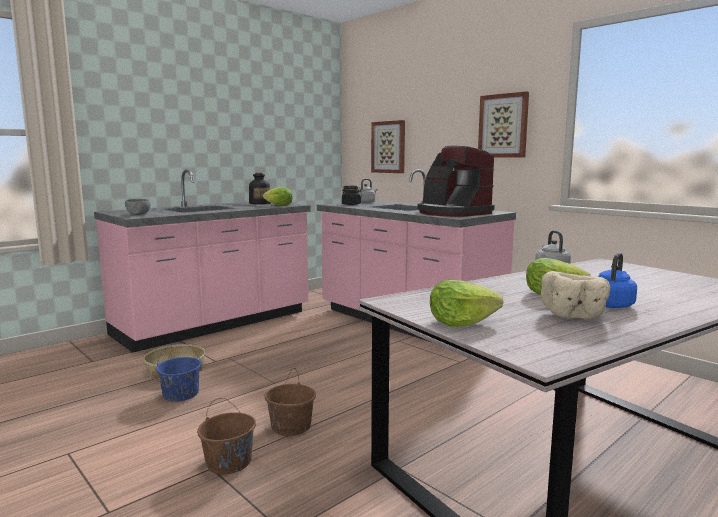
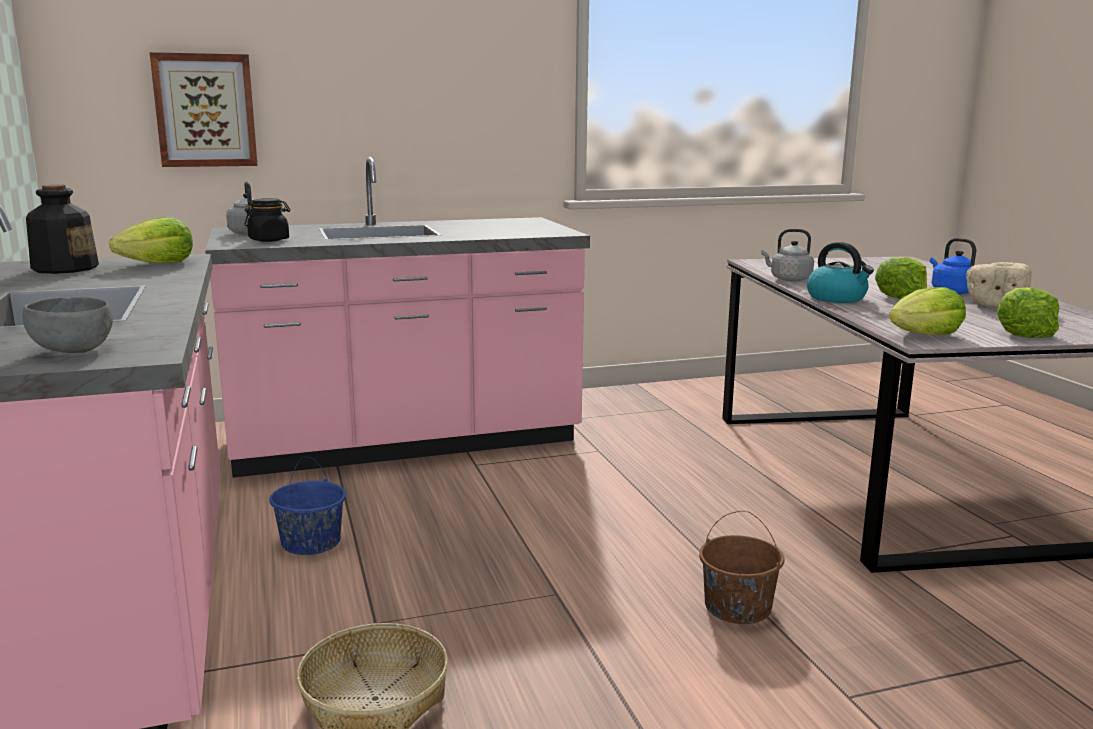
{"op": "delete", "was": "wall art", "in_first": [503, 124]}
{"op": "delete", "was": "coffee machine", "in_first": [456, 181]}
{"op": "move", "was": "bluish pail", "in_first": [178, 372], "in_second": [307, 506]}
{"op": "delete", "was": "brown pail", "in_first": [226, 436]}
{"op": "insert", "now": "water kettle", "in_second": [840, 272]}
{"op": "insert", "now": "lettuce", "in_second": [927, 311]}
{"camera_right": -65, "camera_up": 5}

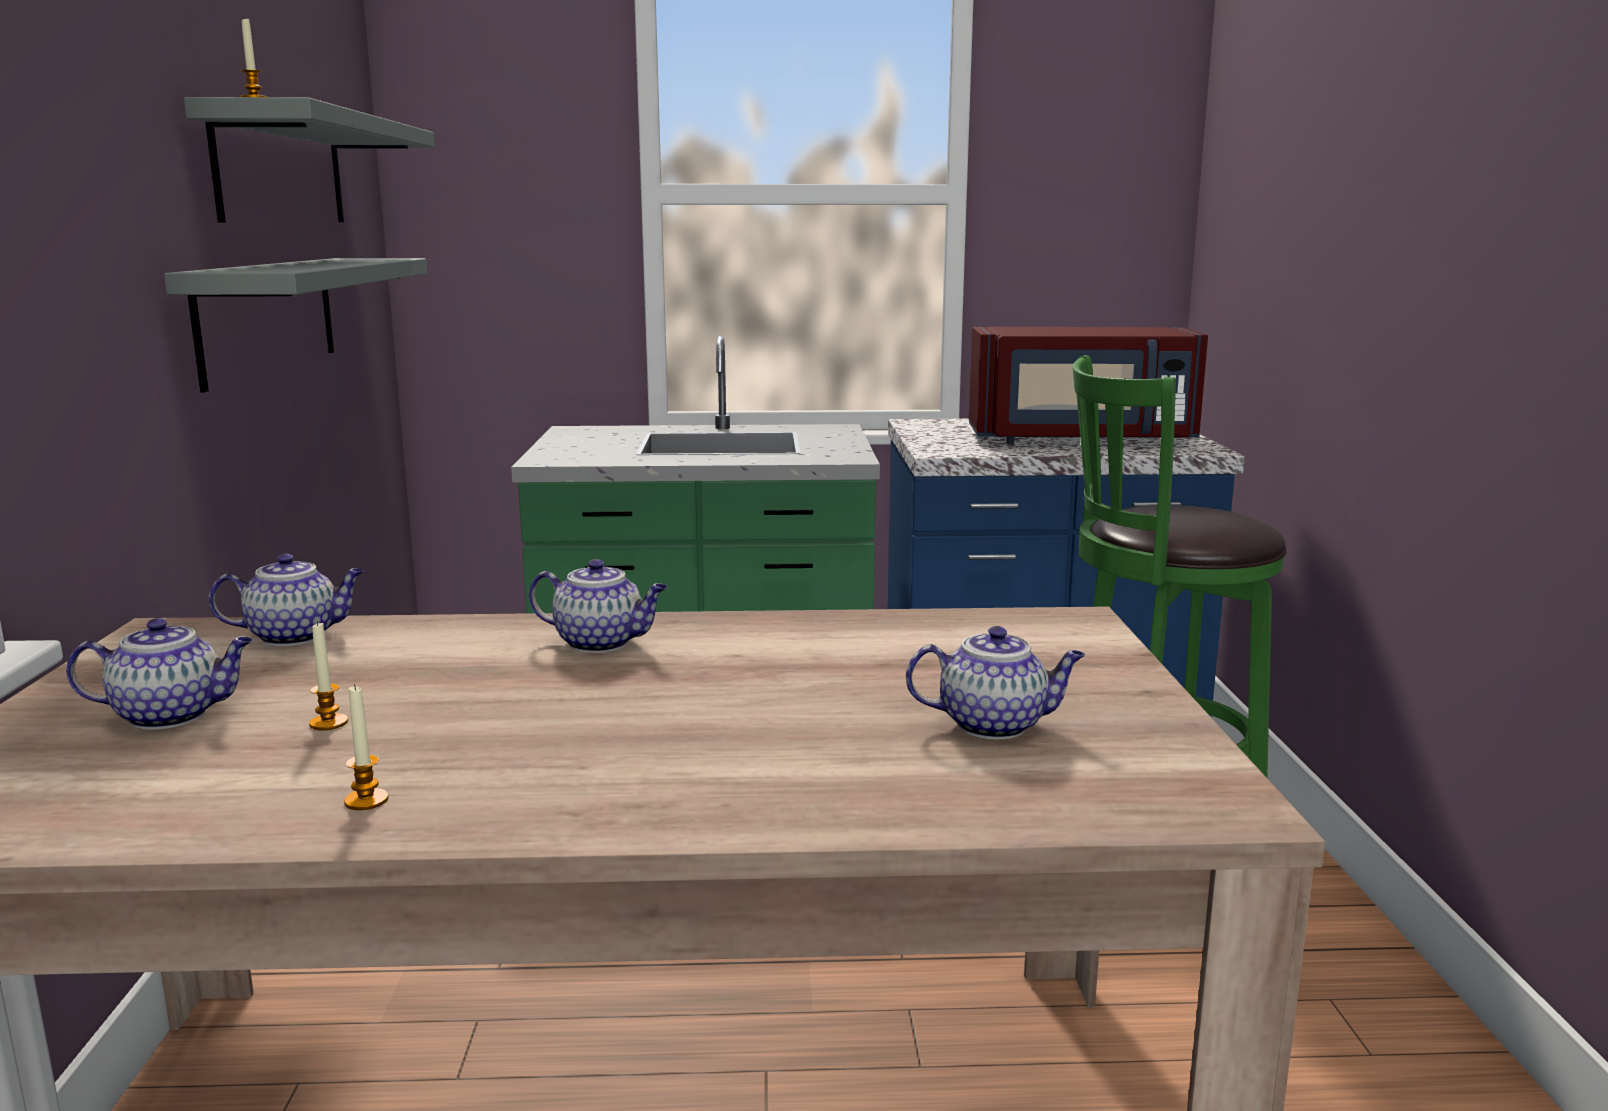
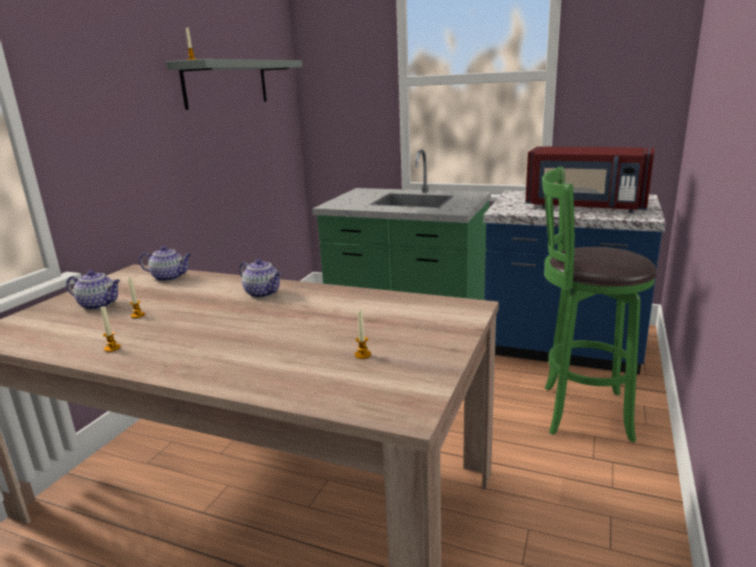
{"op": "delete", "was": "grey shelf", "in_first": [295, 325]}
{"op": "replace", "was": "teapot", "now": "candle", "in_first": [995, 682], "in_second": [363, 334]}
{"camera_right": 25, "camera_up": 5}

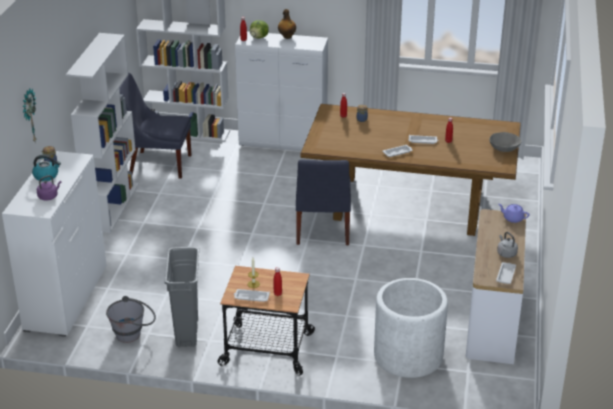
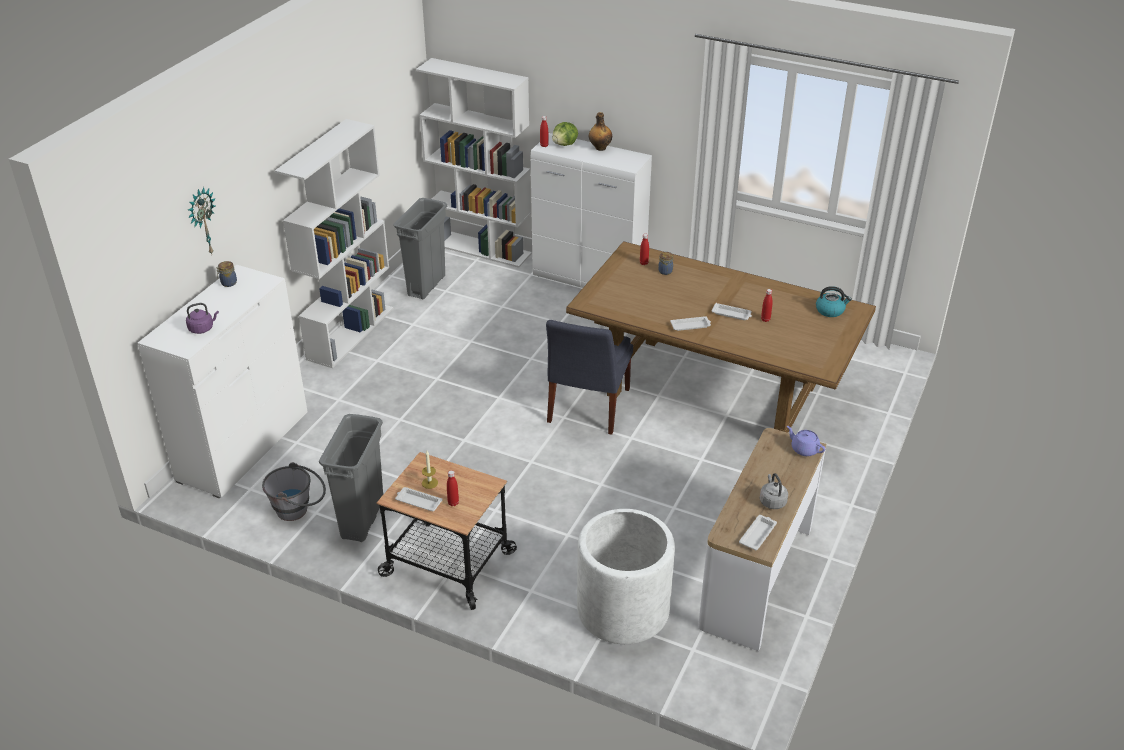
{"op": "replace", "was": "bluish upright chair", "now": "grey waste bin", "in_first": [155, 125], "in_second": [420, 248]}
{"op": "delete", "was": "grey deep dish", "in_first": [506, 142]}
{"op": "move", "was": "water kettle", "in_first": [46, 168], "in_second": [834, 301]}
{"camera_right": 15, "camera_up": 5}

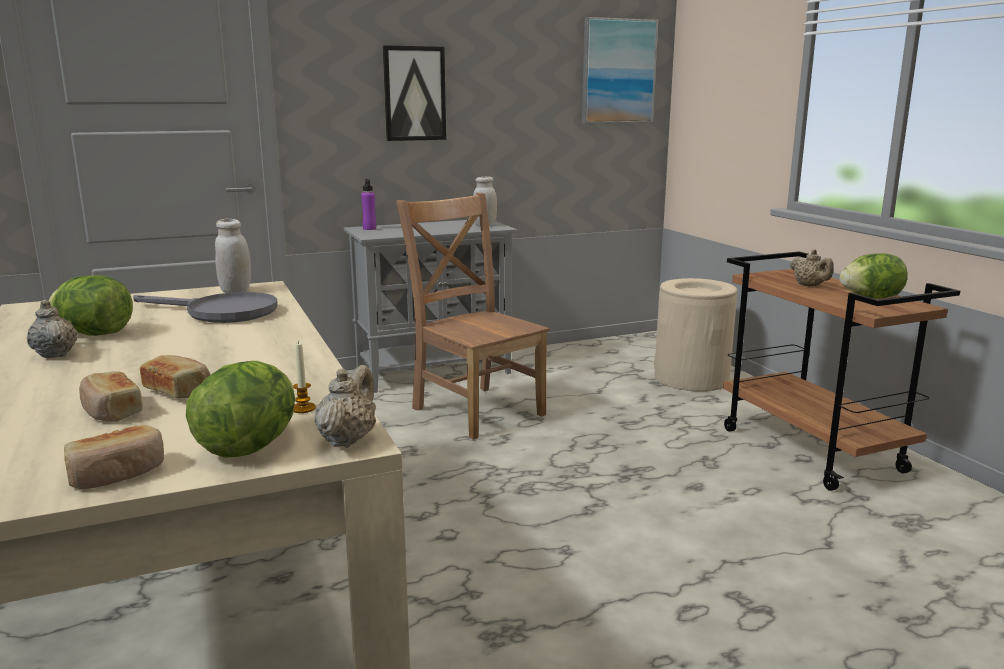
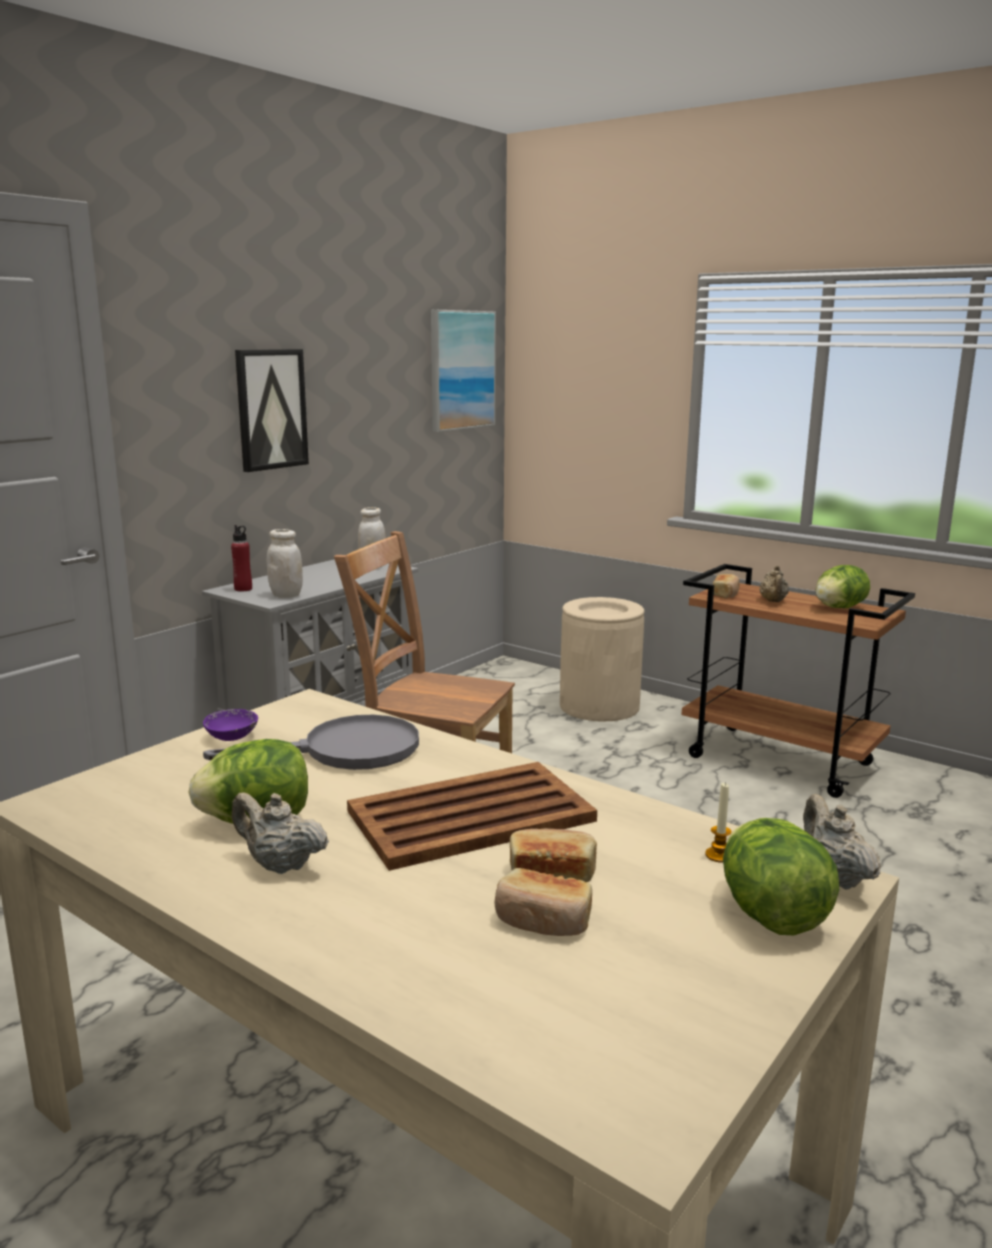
{"op": "recolor", "was": "purple drink bottle", "now": "red drink bottle", "in_first": [368, 204], "in_second": [241, 558]}
{"op": "move", "was": "white-coloured jar", "in_first": [233, 256], "in_second": [285, 563]}
{"op": "rotate", "was": "sand-coloured teapot", "in_first": [812, 267], "in_second": [774, 584], "clockwise": 60}
{"op": "move", "was": "bakery bread", "in_first": [114, 457], "in_second": [726, 586]}
{"op": "insert", "now": "purple deep dish", "in_second": [230, 725]}
{"op": "insert", "now": "brown tray", "in_second": [472, 816]}
{"camera_right": -30, "camera_up": 0}

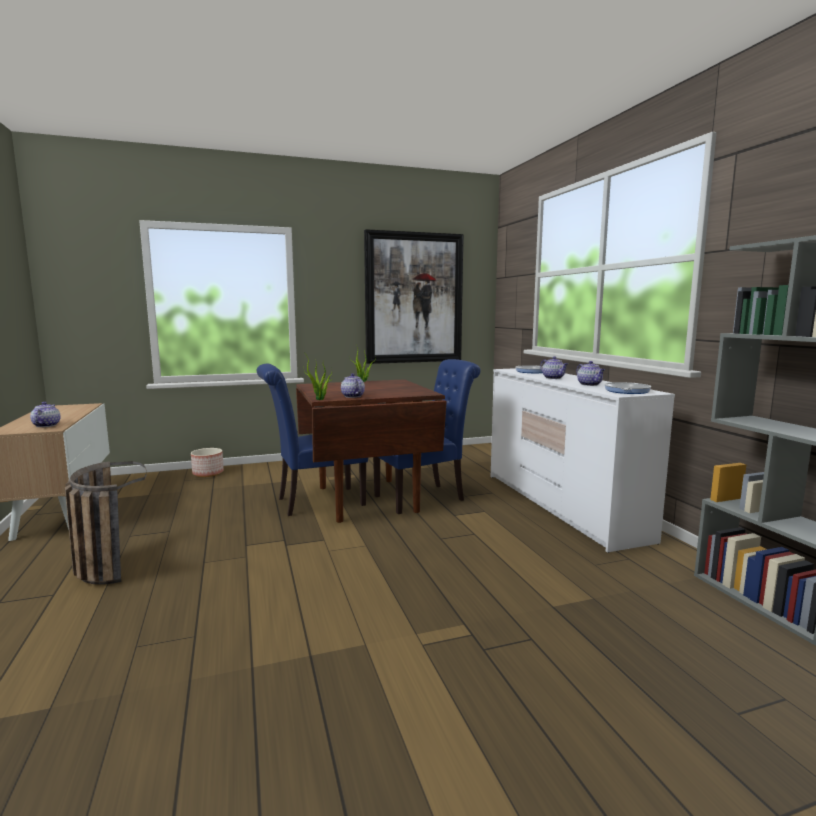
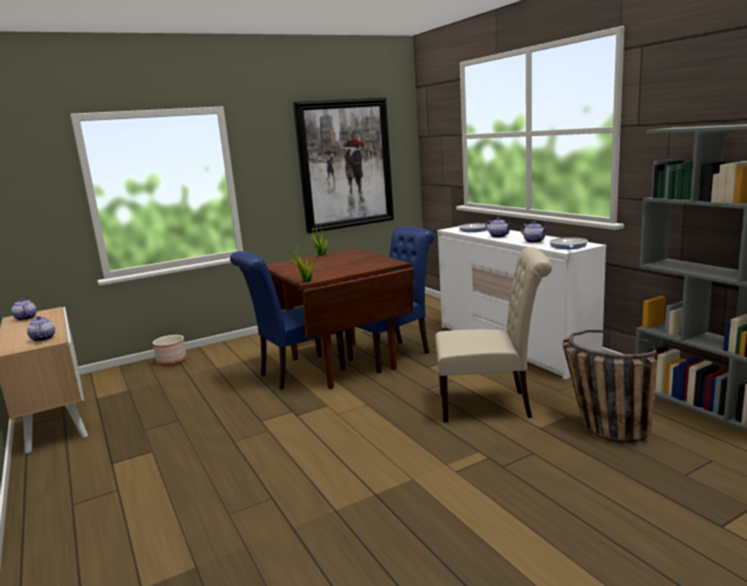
{"op": "move", "was": "teapot", "in_first": [353, 385], "in_second": [24, 309]}
{"op": "move", "was": "storage basket", "in_first": [106, 523], "in_second": [609, 386]}
{"op": "insert", "now": "sand-coloured upright chair", "in_second": [493, 335]}
{"camera_right": -10, "camera_up": 5}

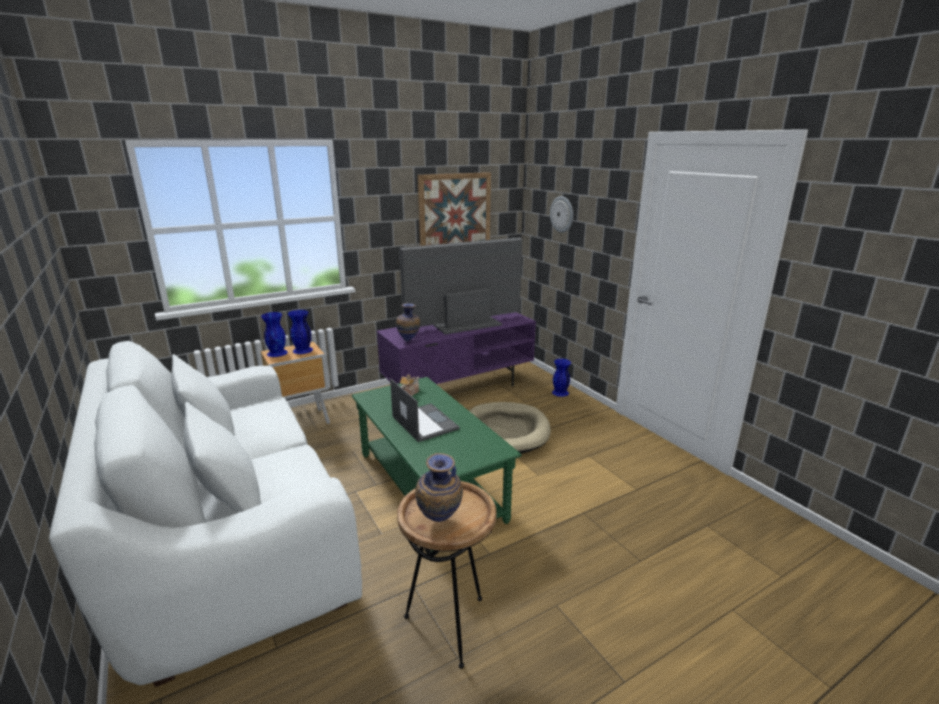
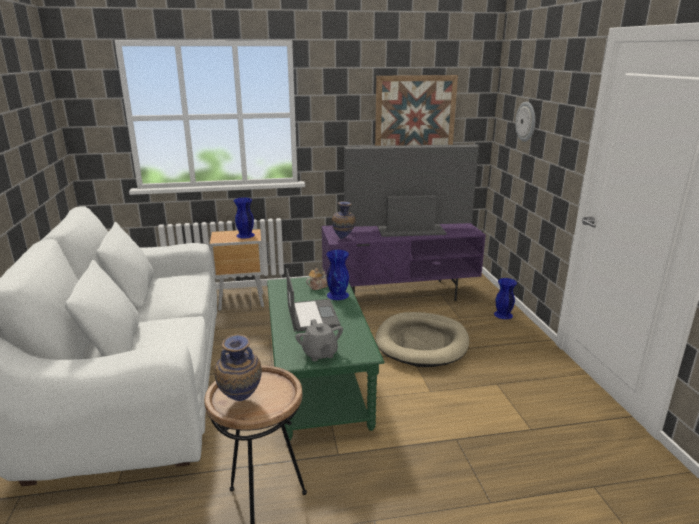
{"op": "move", "was": "bluish vase", "in_first": [274, 334], "in_second": [337, 275]}
{"op": "insert", "now": "grey teapot", "in_second": [319, 340]}
{"camera_right": 20, "camera_up": 0}

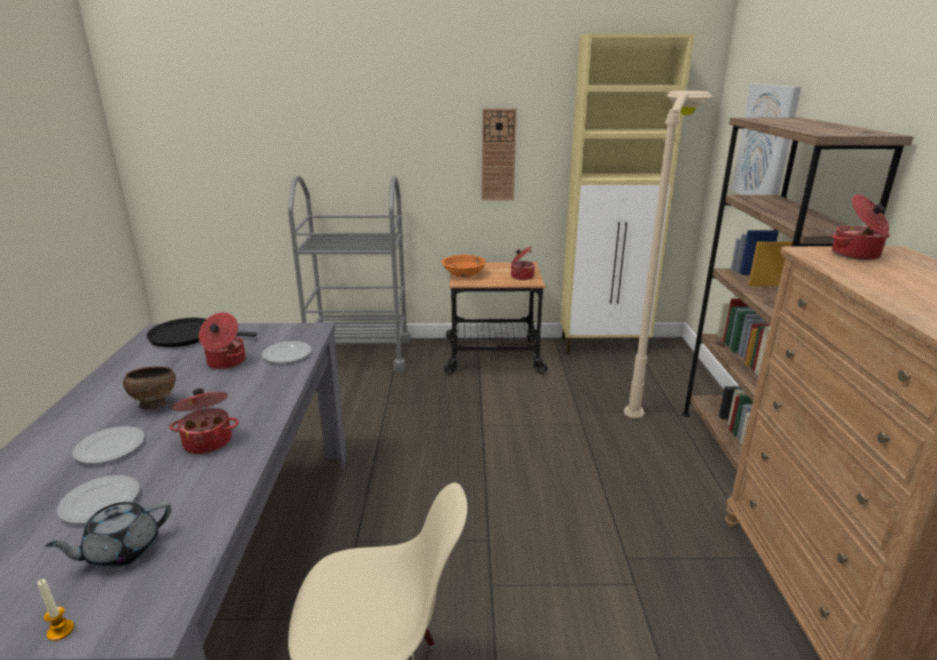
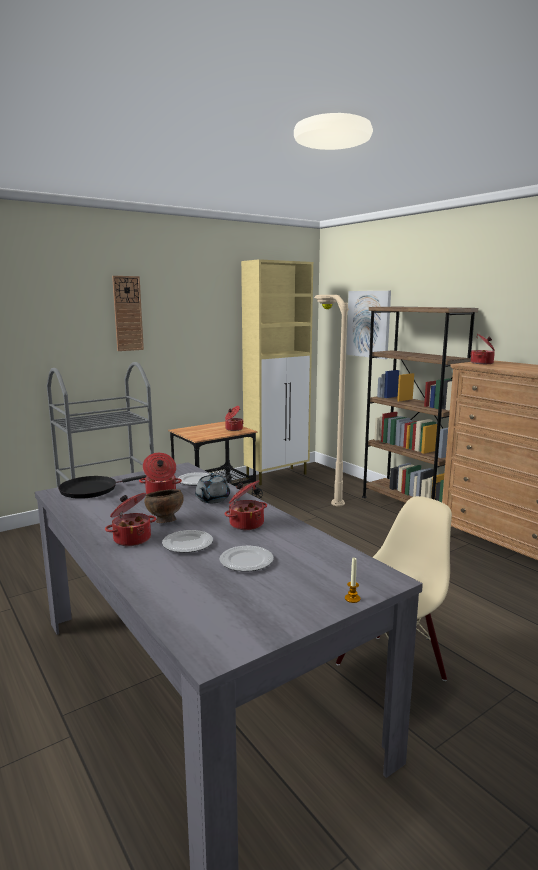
{"op": "move", "was": "wall clock", "in_first": [499, 154], "in_second": [128, 313]}
{"op": "delete", "was": "orangey deep dish", "in_first": [464, 266]}
{"op": "move", "was": "grey teapot", "in_first": [108, 535], "in_second": [212, 488]}
{"op": "insert", "now": "saucepot", "in_second": [130, 519]}
{"camera_right": -35, "camera_up": -10}

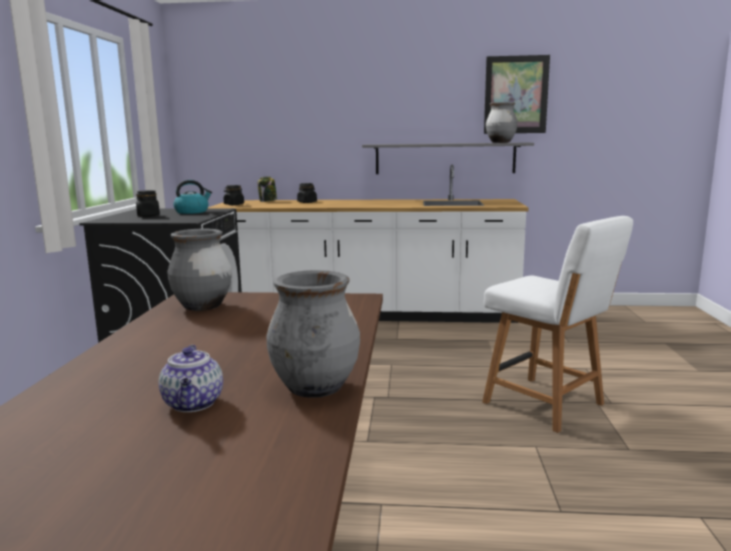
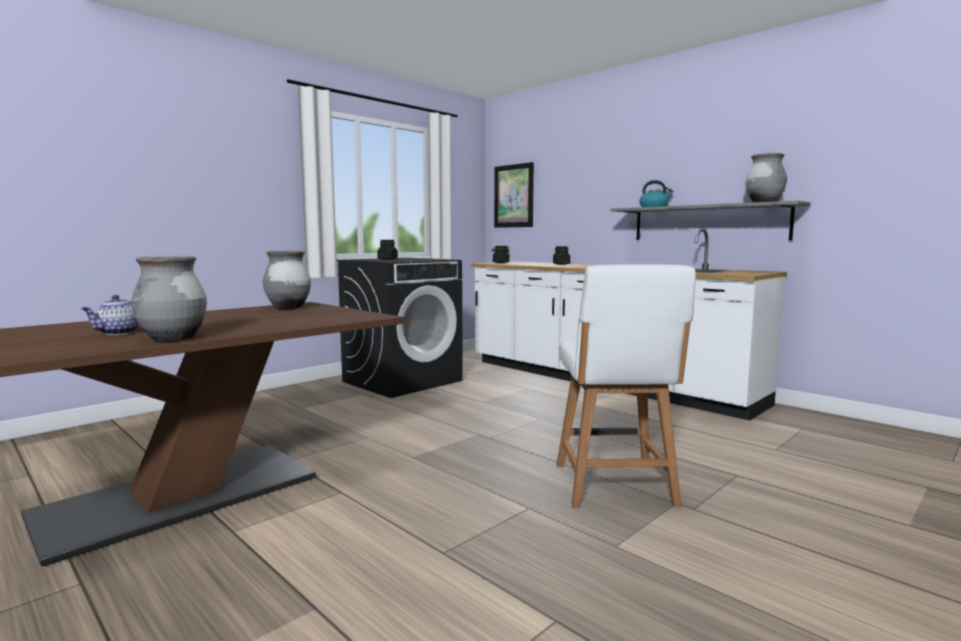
{"op": "move", "was": "wall art", "in_first": [517, 94], "in_second": [514, 195]}
{"op": "delete", "was": "jar", "in_first": [267, 189]}
{"op": "move", "was": "water kettle", "in_first": [192, 197], "in_second": [656, 193]}
{"camera_right": 40, "camera_up": -5}

